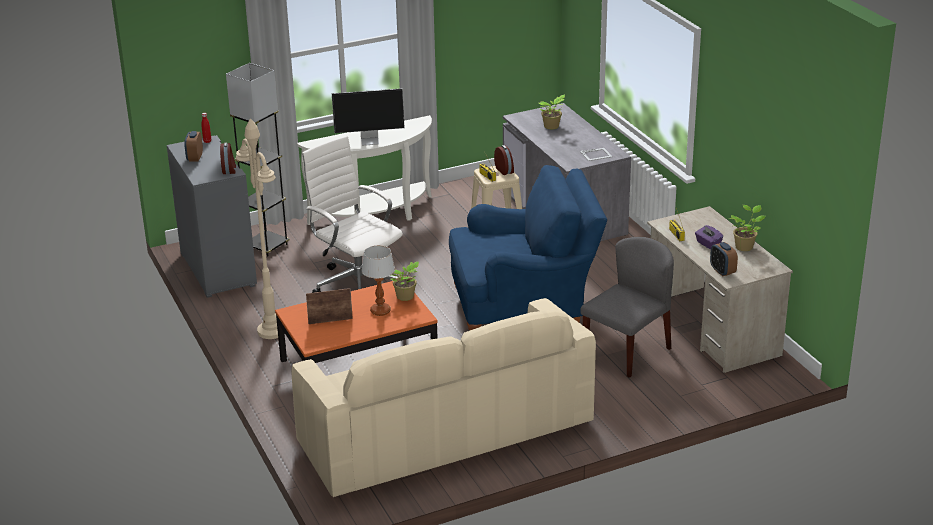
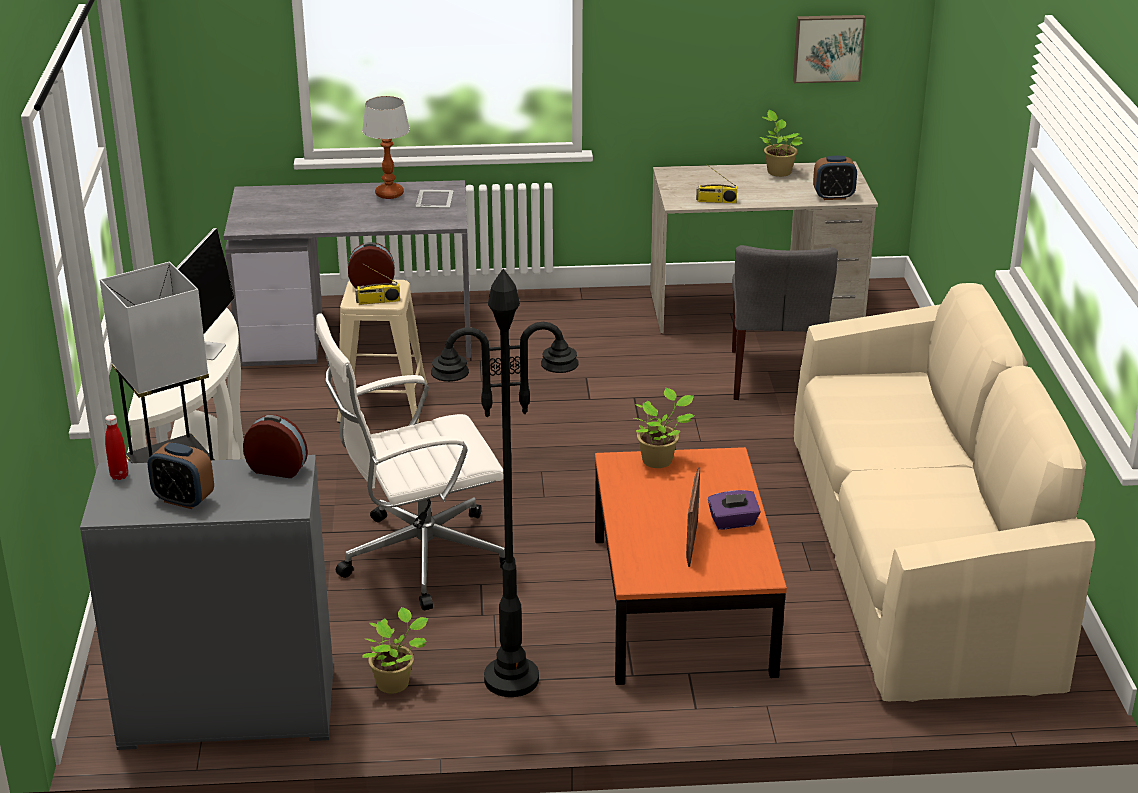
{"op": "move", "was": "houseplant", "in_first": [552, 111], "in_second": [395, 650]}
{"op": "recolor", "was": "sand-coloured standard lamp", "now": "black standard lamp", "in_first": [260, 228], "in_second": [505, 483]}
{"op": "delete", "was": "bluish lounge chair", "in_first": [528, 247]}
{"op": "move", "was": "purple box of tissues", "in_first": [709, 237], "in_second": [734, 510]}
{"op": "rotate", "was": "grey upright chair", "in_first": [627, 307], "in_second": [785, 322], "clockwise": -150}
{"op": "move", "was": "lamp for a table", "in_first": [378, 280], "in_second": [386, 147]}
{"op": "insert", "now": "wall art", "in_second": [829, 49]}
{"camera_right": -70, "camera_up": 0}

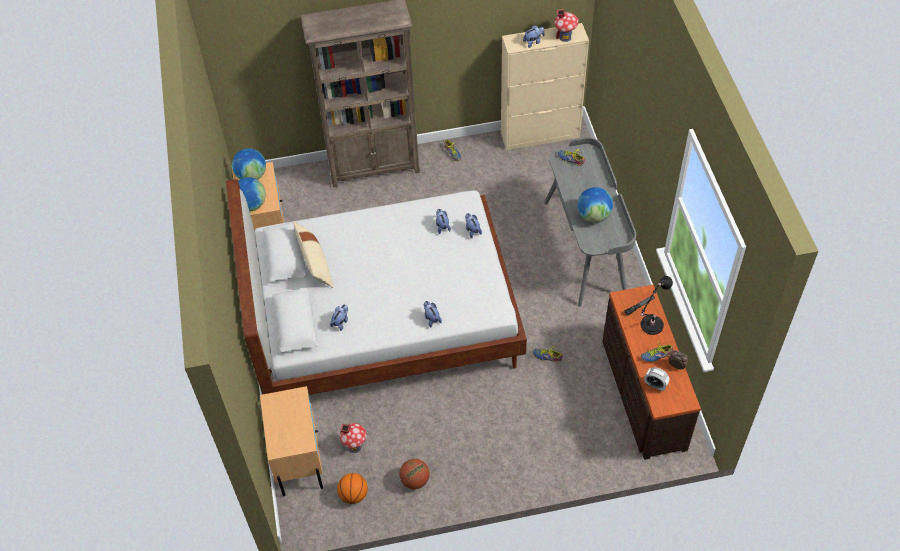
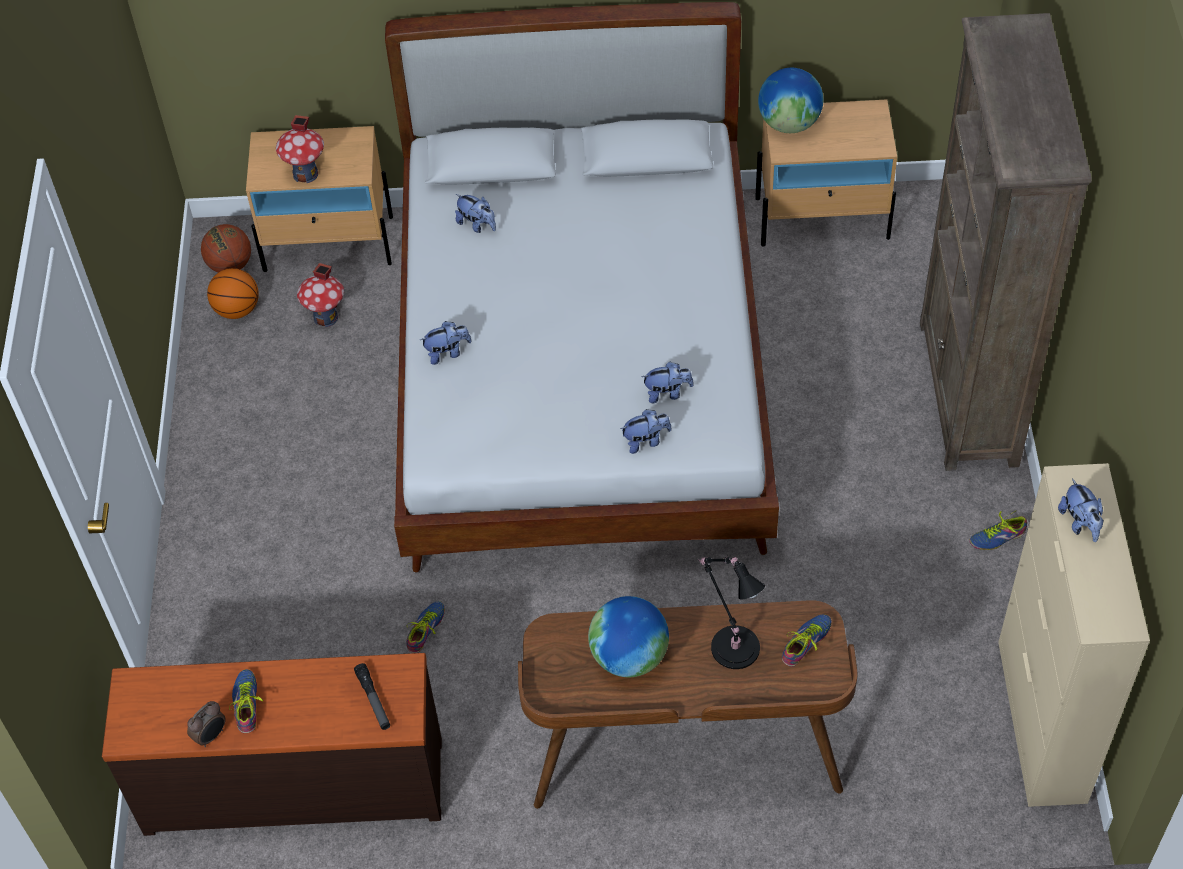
{"op": "move", "was": "miniature house", "in_first": [566, 25], "in_second": [300, 149]}
{"op": "recolor", "was": "grey desk", "now": "brown desk", "in_first": [590, 222], "in_second": [687, 704]}
{"op": "delete", "was": "desk globe", "in_first": [249, 164]}
{"op": "delete", "was": "sand-coloured cushion", "in_first": [313, 254]}
{"op": "move", "was": "black lamp for a table", "in_first": [656, 305], "in_second": [731, 613]}
{"op": "delete", "was": "bedside clock", "in_first": [656, 379]}
{"op": "move", "was": "ball for basketball", "in_first": [415, 474], "in_second": [226, 248]}
{"camera_right": 100, "camera_up": 0}

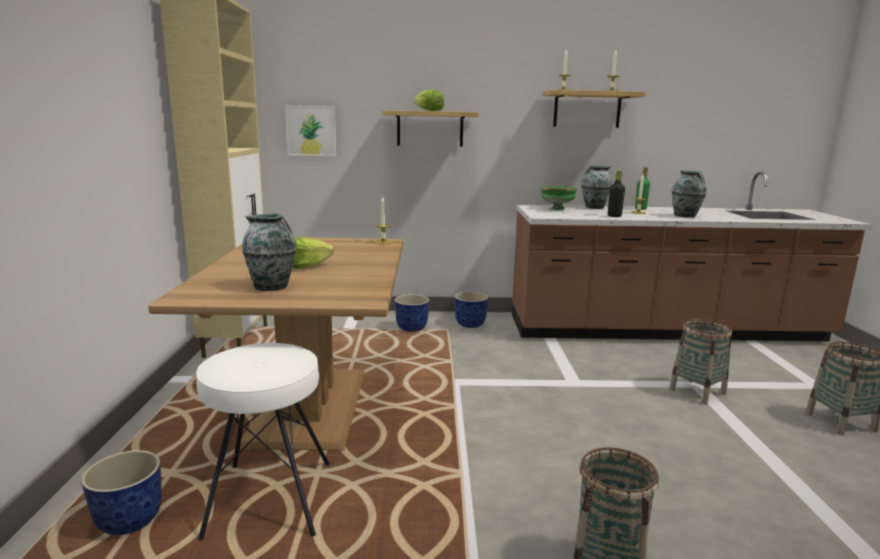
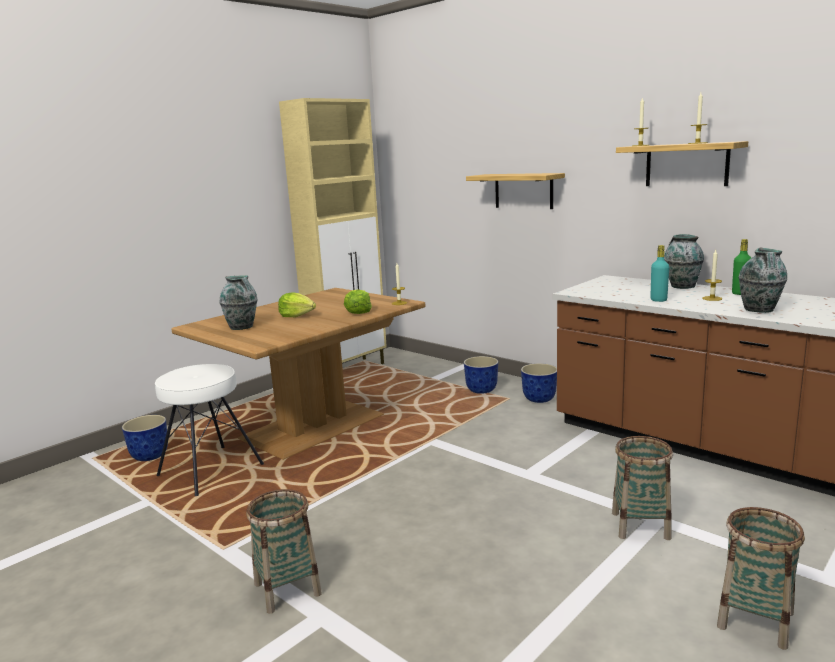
{"op": "move", "was": "lettuce", "in_first": [429, 100], "in_second": [358, 301]}
{"op": "delete", "was": "wall art", "in_first": [310, 130]}
{"op": "recolor", "was": "black drink bottle", "now": "turquoise drink bottle", "in_first": [616, 194], "in_second": [659, 273]}
{"op": "delete", "was": "green-coloured deep dish", "in_first": [558, 198]}
{"camera_right": 45, "camera_up": 0}

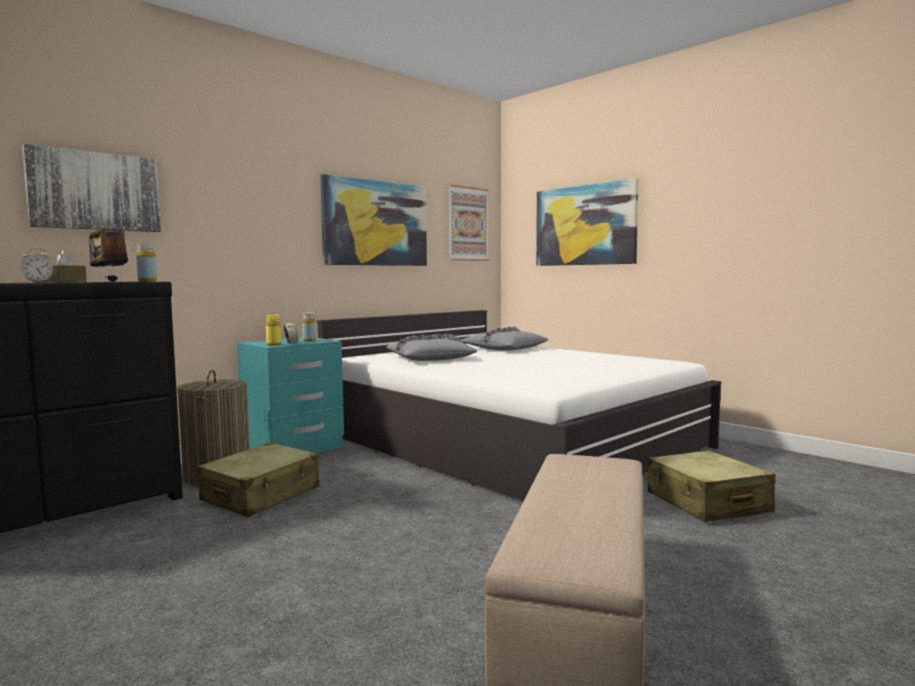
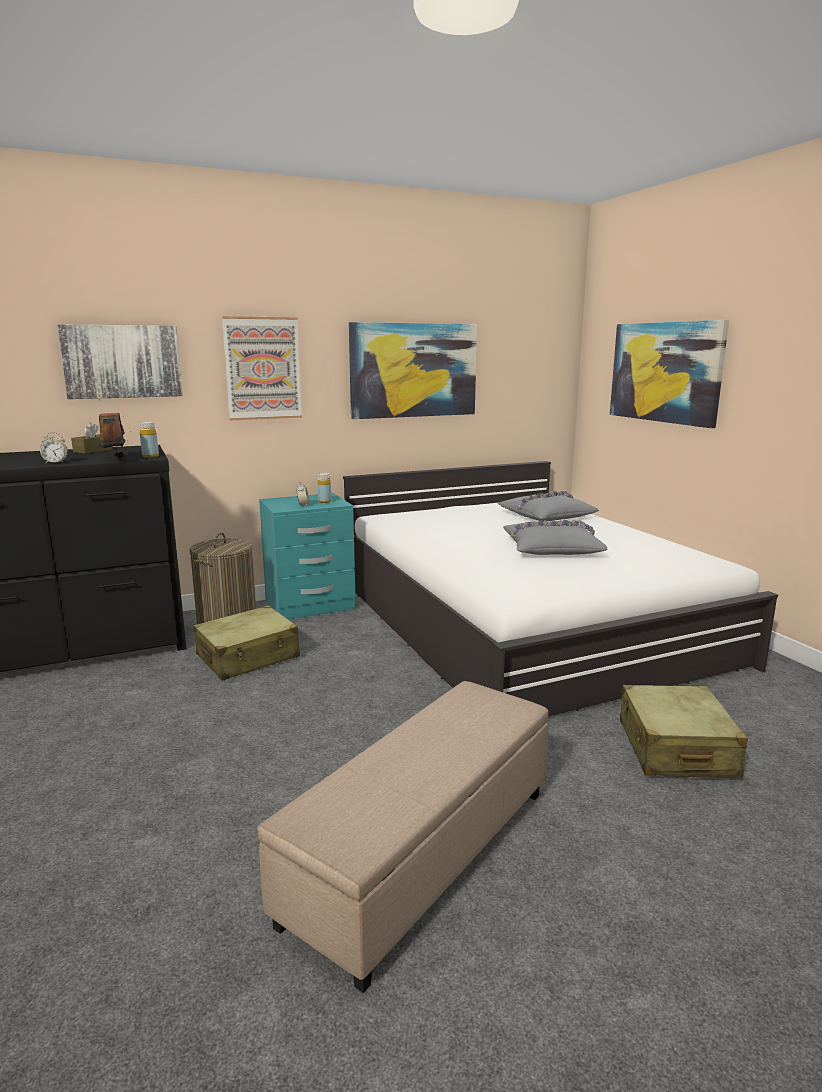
{"op": "move", "was": "wall art", "in_first": [468, 222], "in_second": [262, 368]}
{"op": "delete", "was": "yellow drink bottle", "in_first": [273, 330]}
{"op": "move", "was": "grey cushion", "in_first": [431, 347], "in_second": [555, 537]}
{"camera_right": 20, "camera_up": 10}

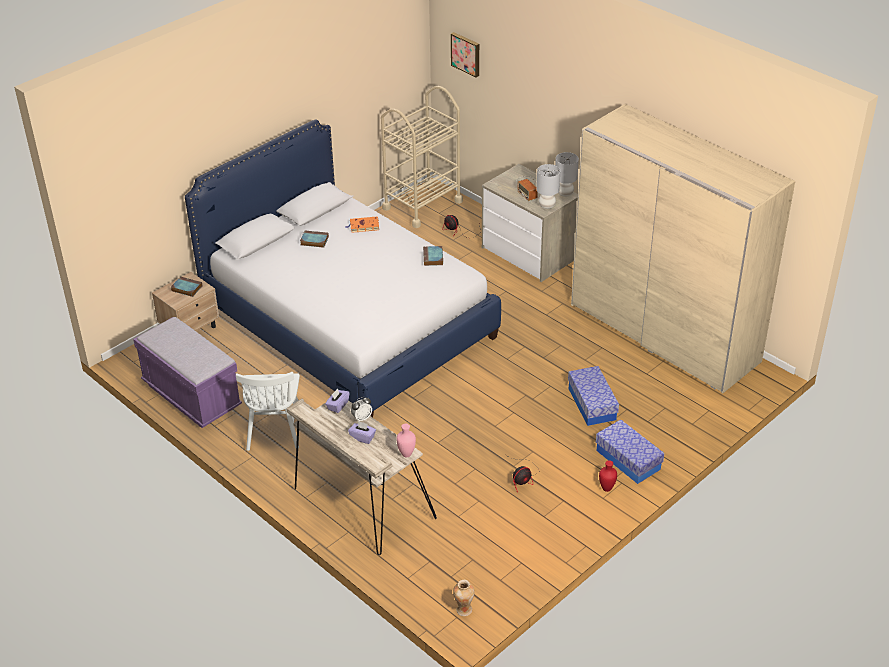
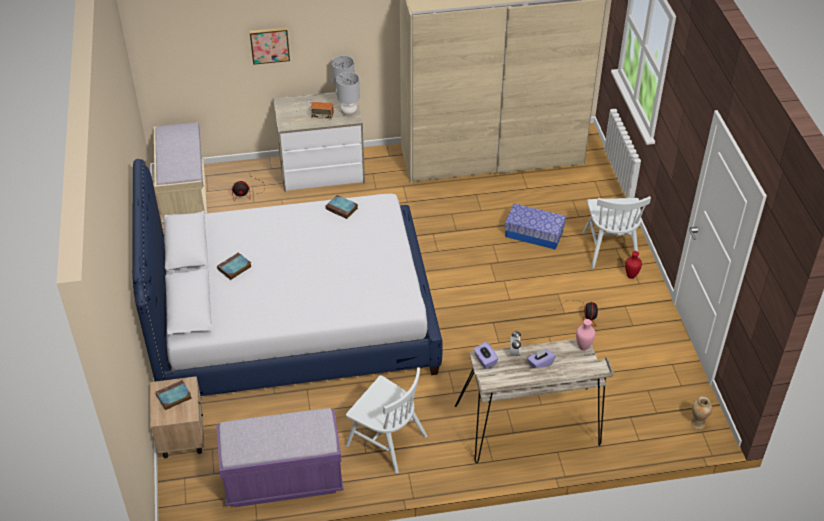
{"op": "move", "was": "wall art", "in_first": [465, 54], "in_second": [269, 46]}
{"op": "replace", "was": "sand-coloured cart", "now": "sand-coloured indoor bench", "in_first": [422, 157], "in_second": [180, 172]}
{"op": "delete", "was": "orangey book", "in_first": [362, 225]}
{"op": "replace", "was": "storage box", "now": "white-coloured upright chair", "in_first": [630, 452], "in_second": [617, 232]}
{"camera_right": -55, "camera_up": 5}

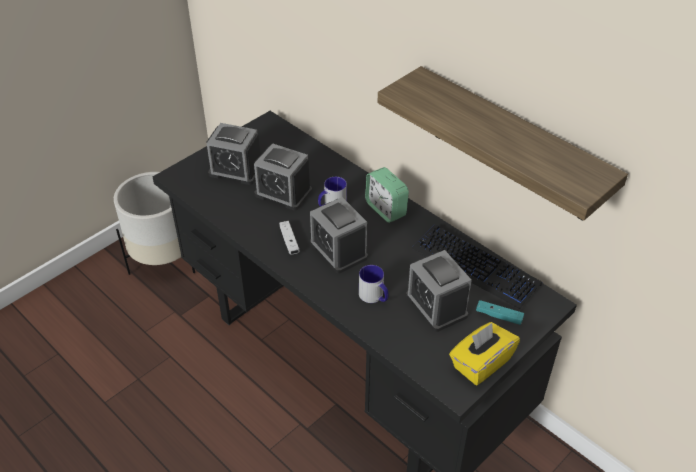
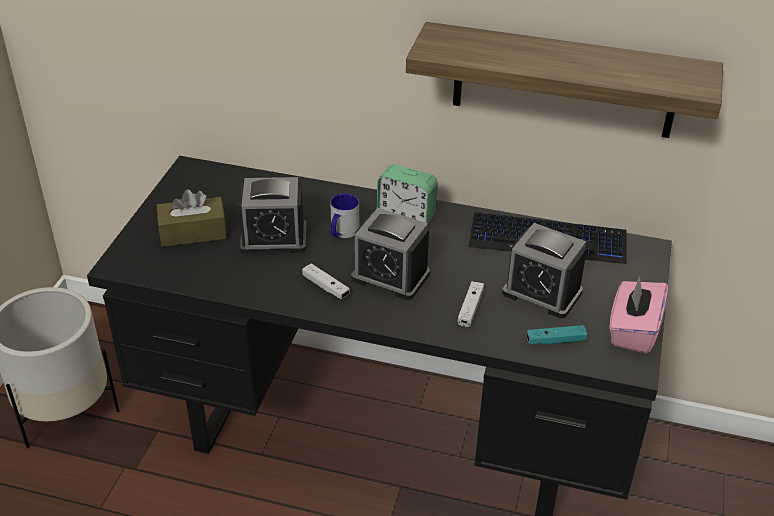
{"op": "replace", "was": "bedside clock", "now": "brown box of tissues", "in_first": [233, 154], "in_second": [192, 218]}
{"op": "replace", "was": "tea mug", "now": "white-coloured game controller", "in_first": [373, 284], "in_second": [471, 304]}
{"op": "move", "was": "turquoise game controller", "in_first": [500, 312], "in_second": [557, 334]}
{"op": "recolor", "was": "yellow box of tissues", "now": "pinkish box of tissues", "in_first": [484, 353], "in_second": [638, 315]}
{"camera_right": -30, "camera_up": -5}

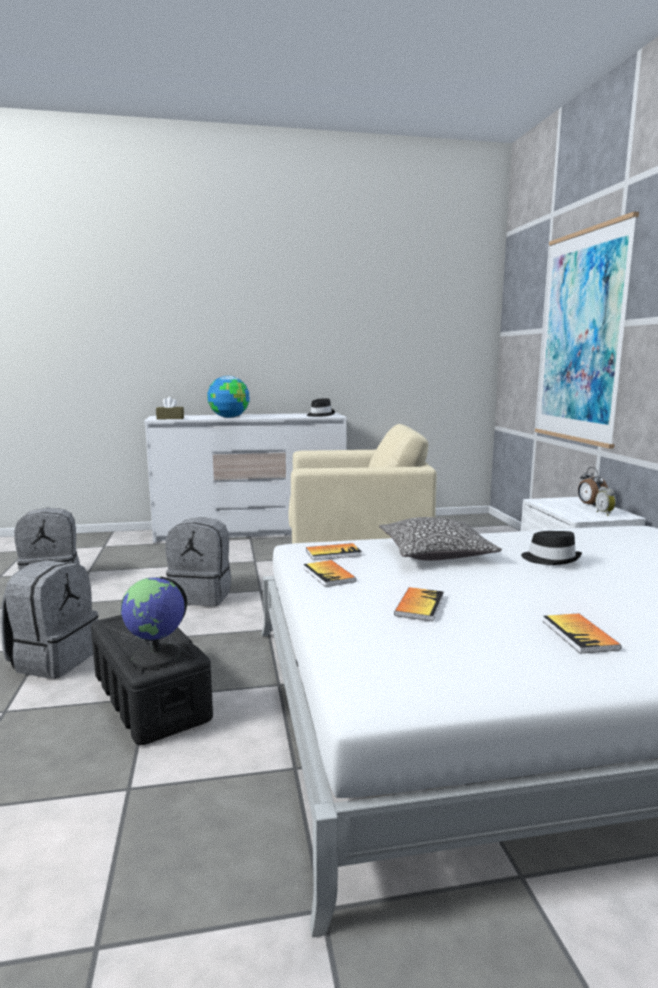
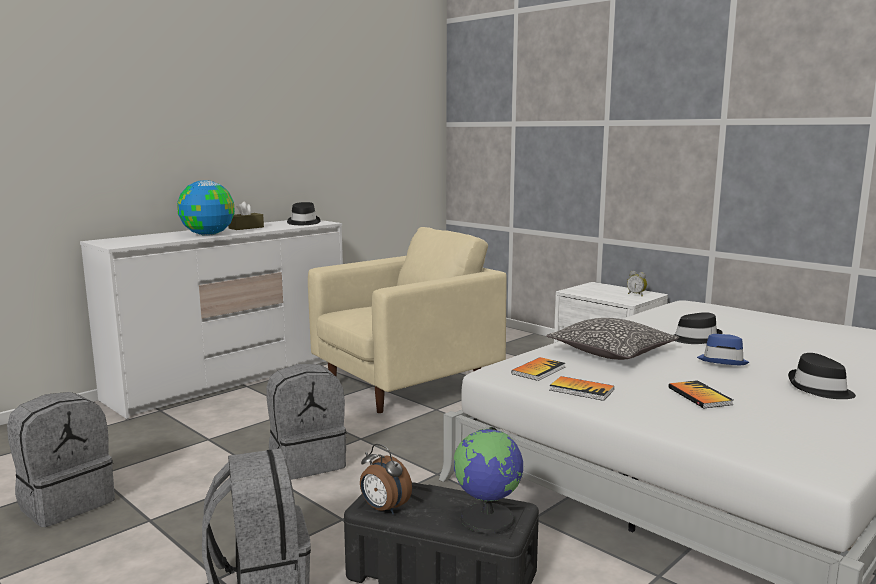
{"op": "delete", "was": "wall art", "in_first": [587, 330]}
{"op": "move", "was": "brown box of tissues", "in_first": [170, 408], "in_second": [246, 216]}
{"op": "move", "was": "bedside clock", "in_first": [593, 487], "in_second": [386, 479]}
{"op": "replace", "was": "book", "now": "black wearable hat", "in_first": [582, 633], "in_second": [822, 376]}
{"op": "insert", "now": "bluish wearable hat", "in_second": [723, 349]}
{"camera_right": -35, "camera_up": 0}

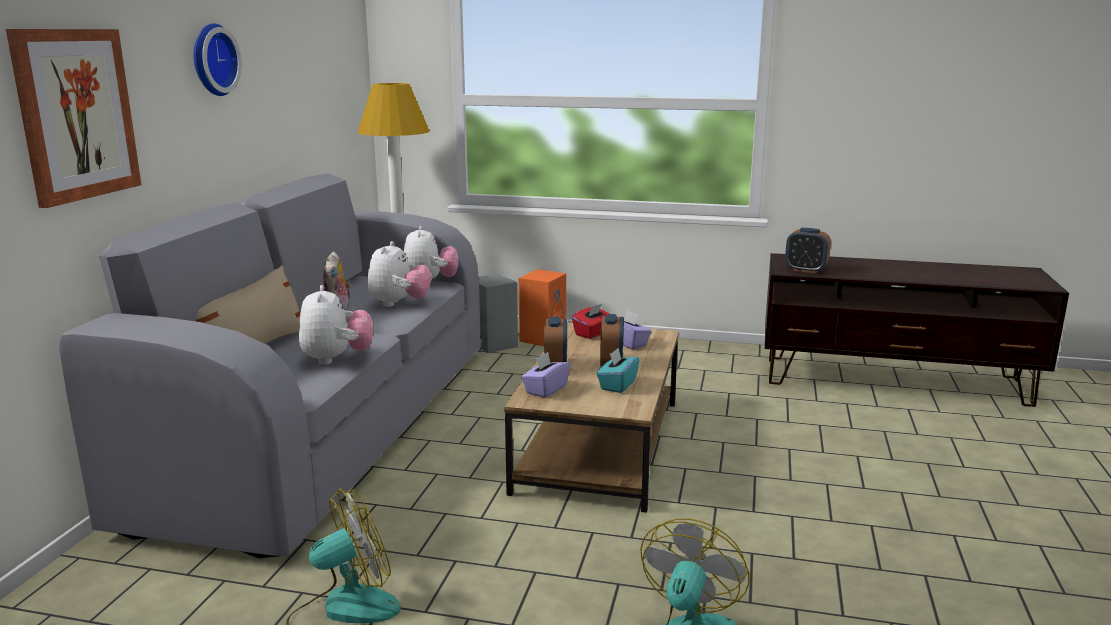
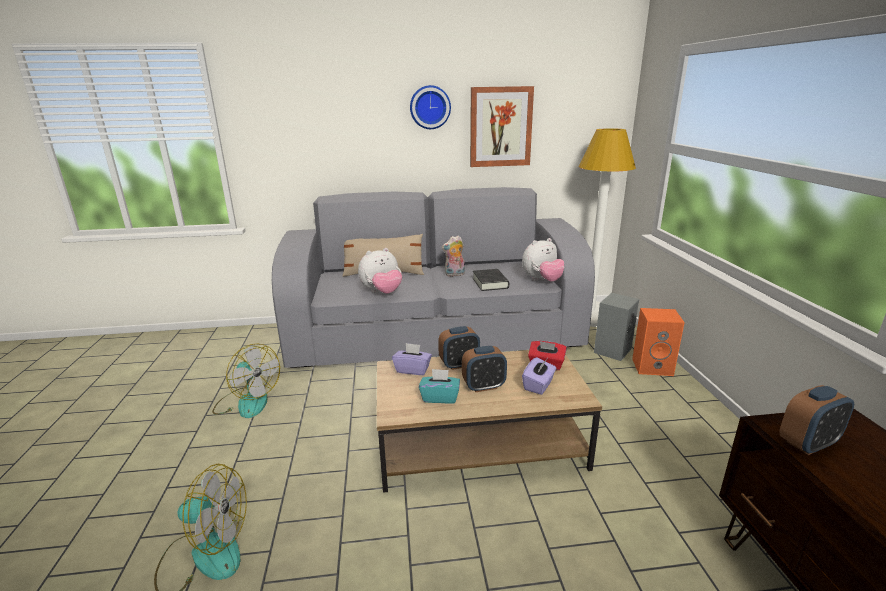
{"op": "move", "was": "wall art", "in_first": [73, 118], "in_second": [502, 126]}
{"op": "rotate", "was": "bedside clock", "in_first": [808, 250], "in_second": [816, 420], "clockwise": -120}
{"op": "replace", "was": "plush toy", "now": "black book", "in_first": [399, 274], "in_second": [491, 280]}
{"camera_right": 70, "camera_up": 5}

